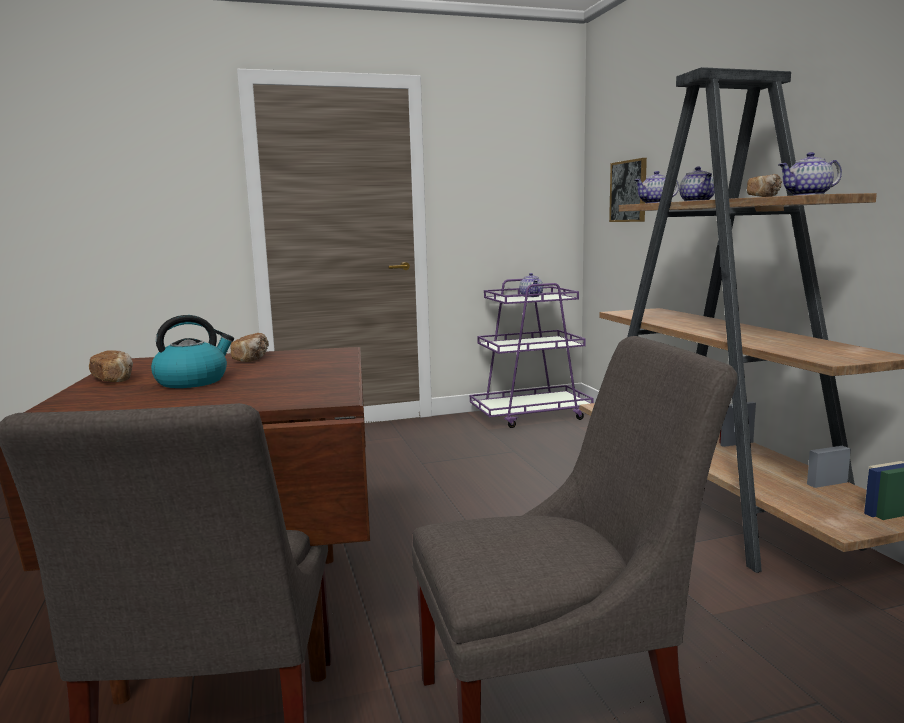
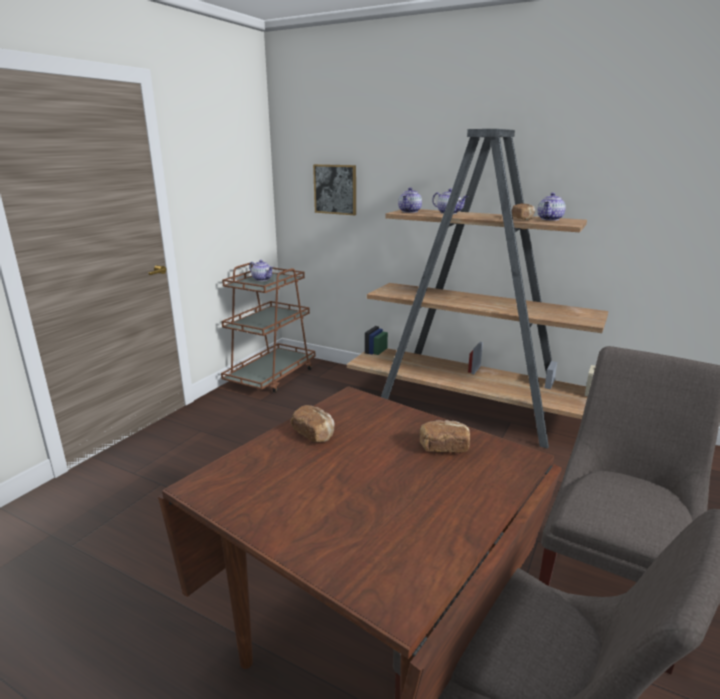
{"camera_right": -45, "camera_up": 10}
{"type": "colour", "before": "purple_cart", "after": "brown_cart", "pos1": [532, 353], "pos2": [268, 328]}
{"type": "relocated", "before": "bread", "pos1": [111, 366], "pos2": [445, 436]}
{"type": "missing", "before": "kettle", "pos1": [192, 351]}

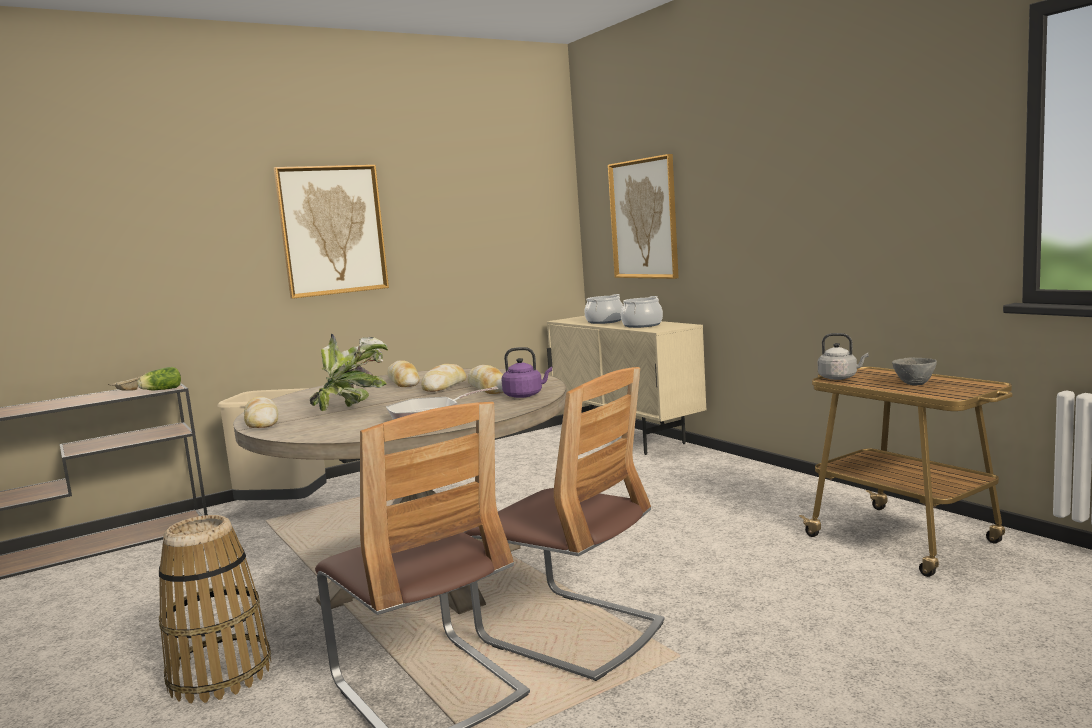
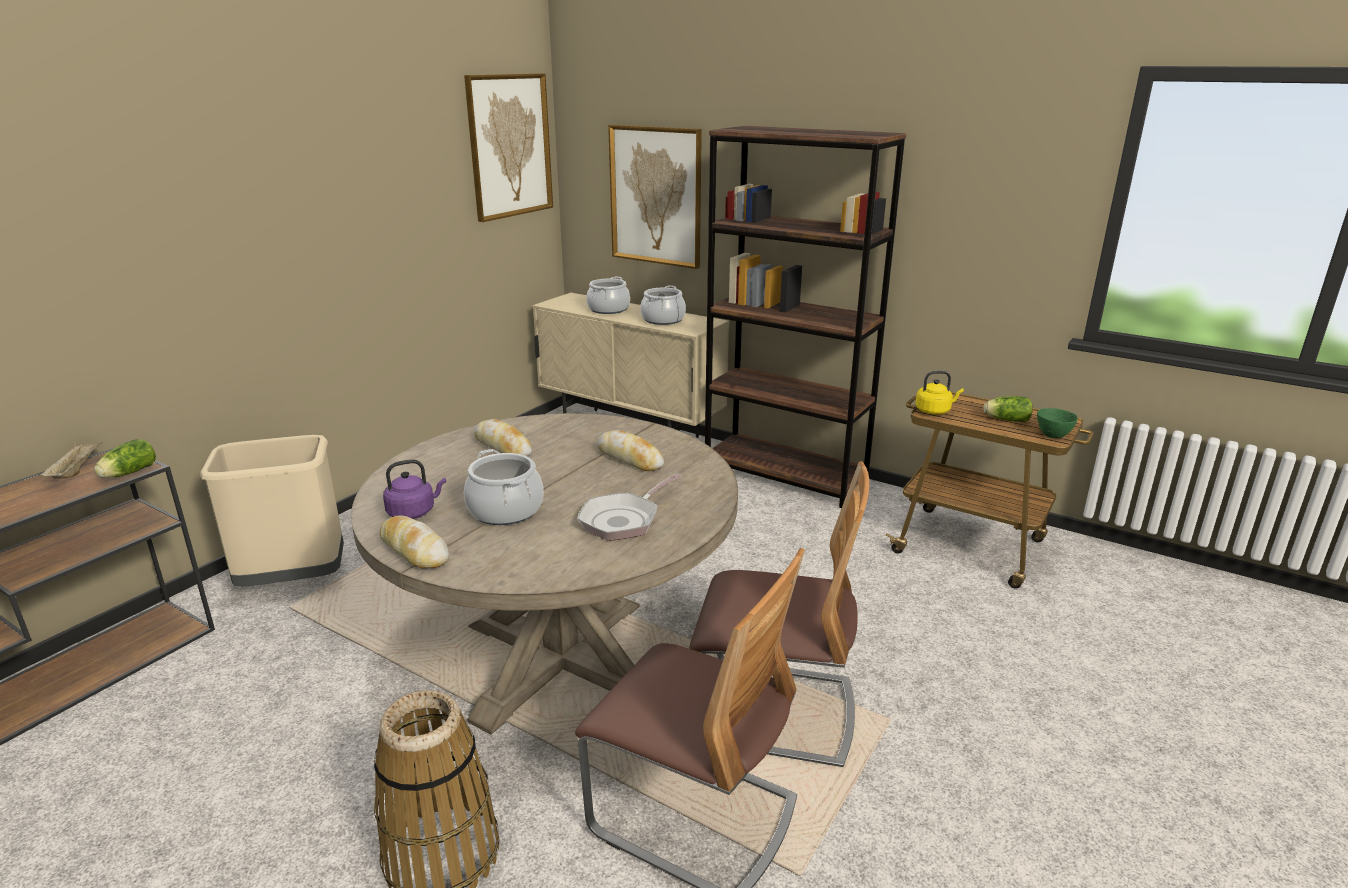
{"camera_right": -25, "camera_up": 15}
{"type": "relocated", "before": "purple_kettle", "pos1": [526, 372], "pos2": [414, 489]}
{"type": "relocated", "before": "picture", "pos1": [331, 232], "pos2": [508, 147]}
{"type": "exchanged", "before": "potted_plant", "after": "cooking_pot", "pos1": [349, 372], "pos2": [504, 487]}
{"type": "appeared", "after": "brown_bookcase", "pos2": [806, 317]}
{"type": "colour", "before": "grey_kettle", "after": "yellow_kettle", "pos1": [843, 356], "pos2": [939, 392]}
{"type": "exchanged", "before": "grey_bowl", "after": "lettuce", "pos1": [914, 371], "pos2": [1008, 409]}
{"type": "appeared", "after": "green_bowl", "pos2": [1057, 423]}
{"type": "missing", "before": "bread", "pos1": [444, 378]}

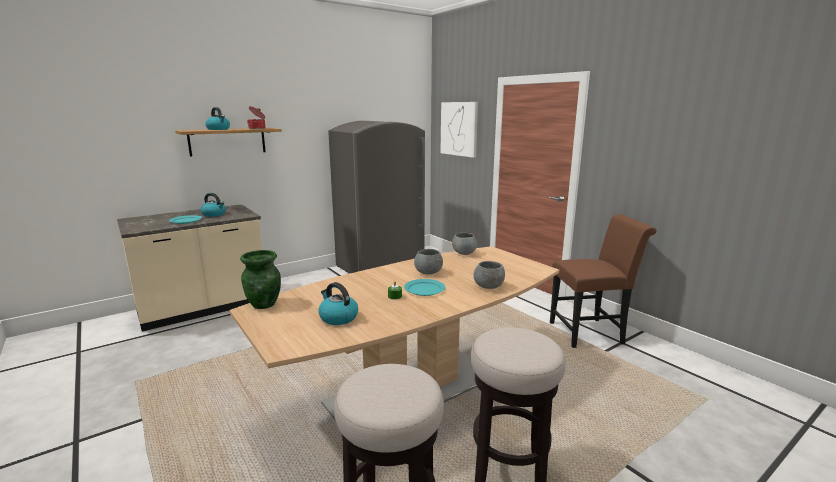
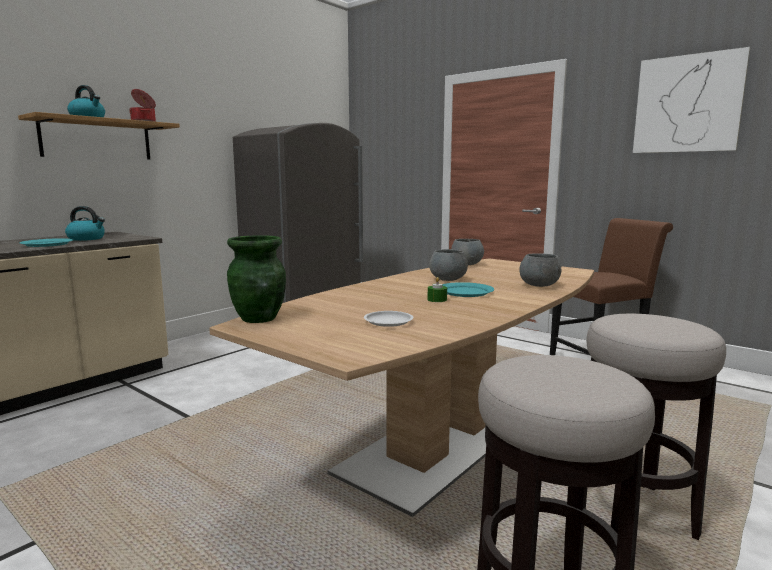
{"camera_right": -15, "camera_up": -5}
{"type": "exchanged", "before": "kettle", "after": "white_plate", "pos1": [338, 303], "pos2": [388, 319]}
{"type": "relocated", "before": "picture", "pos1": [459, 130], "pos2": [691, 100]}

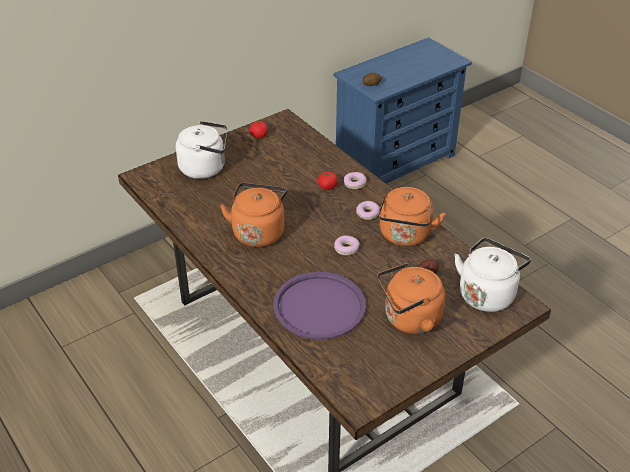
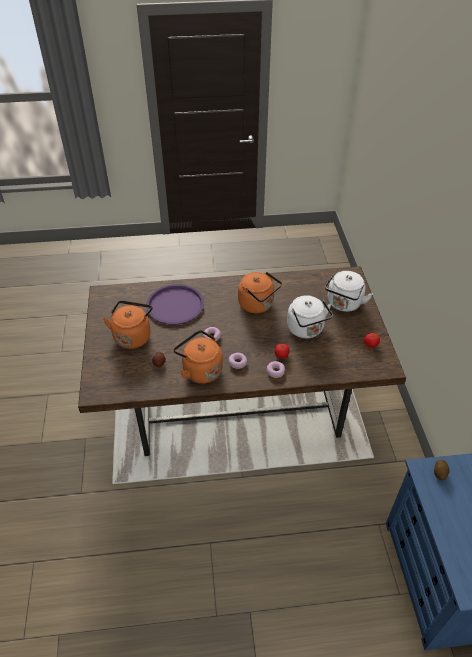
{"camera_right": 120, "camera_up": 5}
{"type": "relocated", "before": "white_kettle", "pos1": [492, 275], "pos2": [310, 316]}

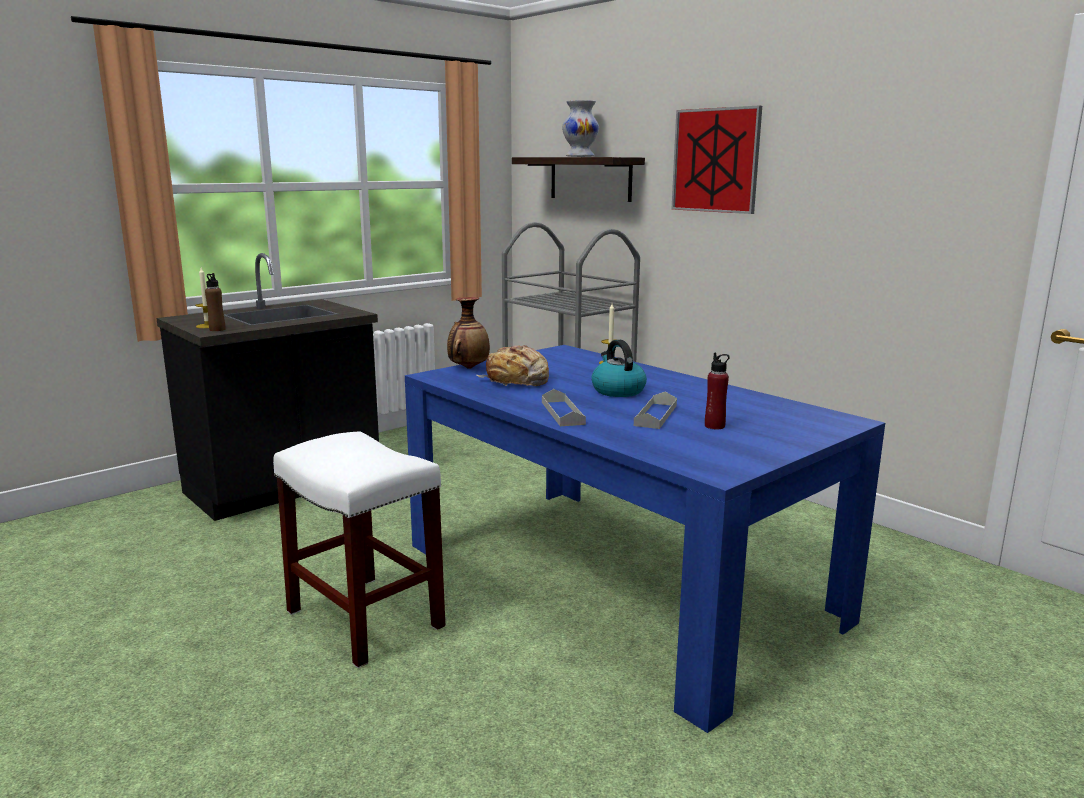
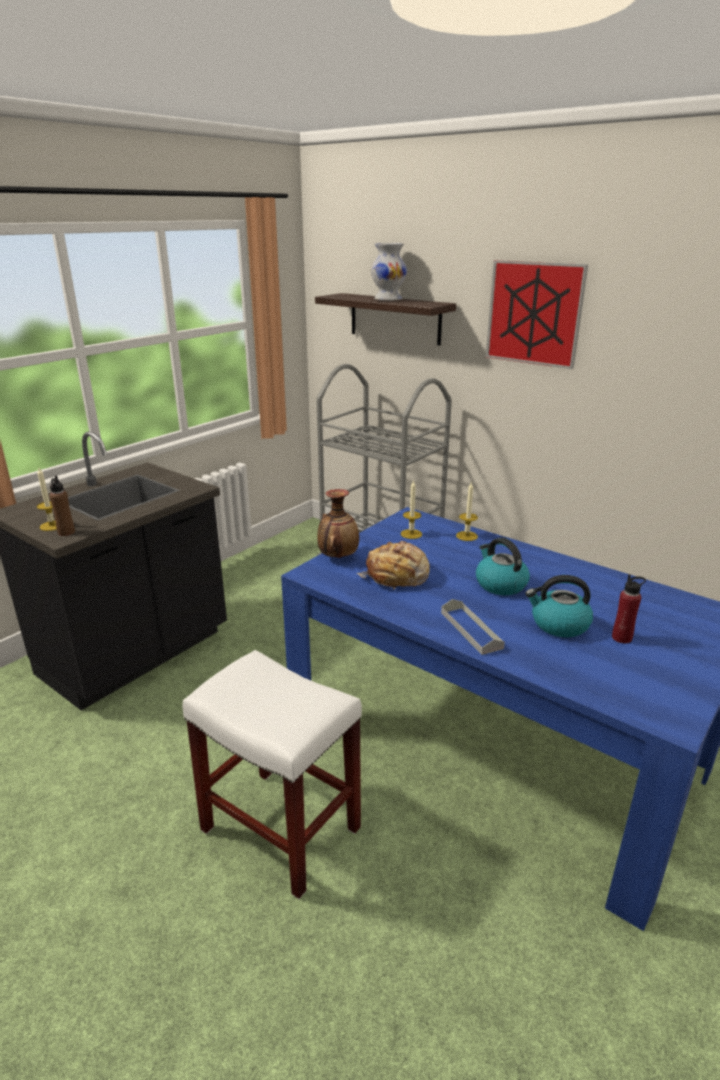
{"camera_right": -10, "camera_up": 10}
{"type": "appeared", "after": "candle", "pos2": [411, 509]}
{"type": "exchanged", "before": "grey_tray", "after": "kettle", "pos1": [655, 410], "pos2": [559, 606]}

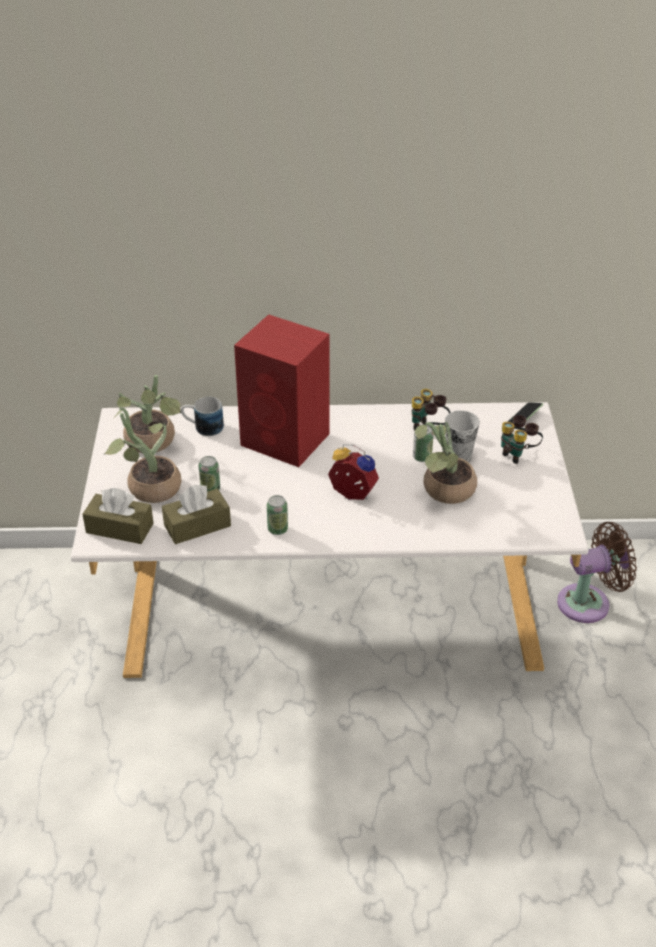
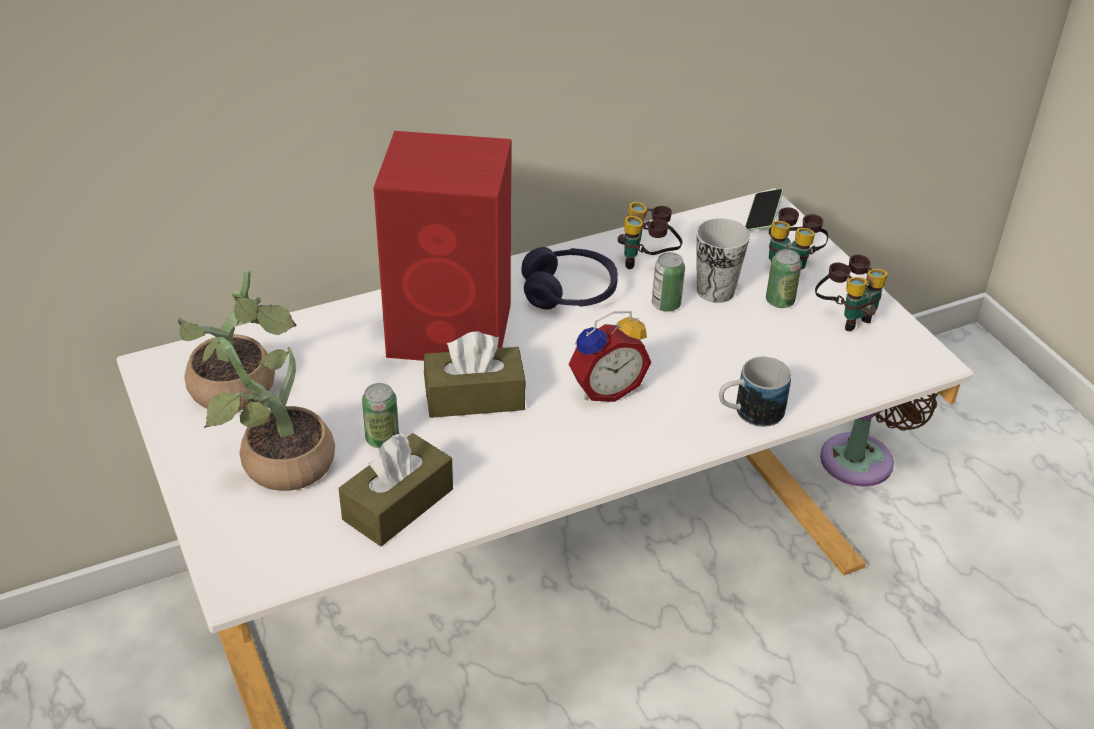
{"camera_right": -25, "camera_up": 0}
{"type": "relocated", "before": "brown_tissue_box", "pos1": [118, 516], "pos2": [475, 374]}
{"type": "appeared", "after": "purple_headphones", "pos2": [569, 278]}
{"type": "spun", "before": "alarm_clock", "pos1": [353, 472], "pos2": [610, 356], "turn": 150}
{"type": "relocated", "before": "mug", "pos1": [202, 416], "pos2": [755, 392]}
{"type": "relocated", "before": "can", "pos1": [277, 515], "pos2": [784, 278]}
{"type": "appeared", "after": "binoculars", "pos2": [851, 293]}
{"type": "missing", "before": "potted_plant", "pos1": [446, 463]}

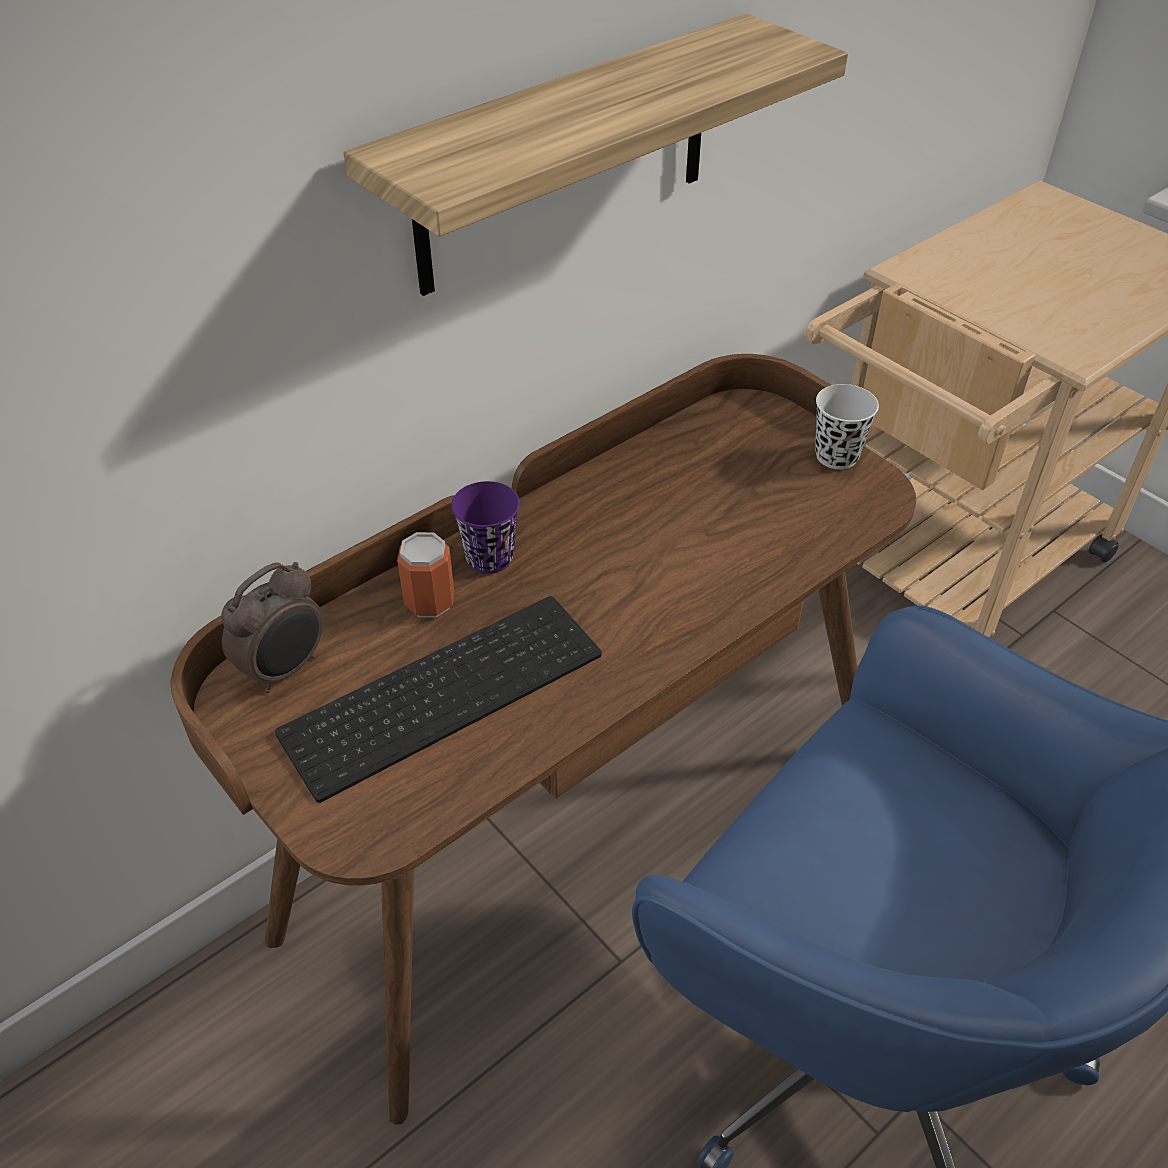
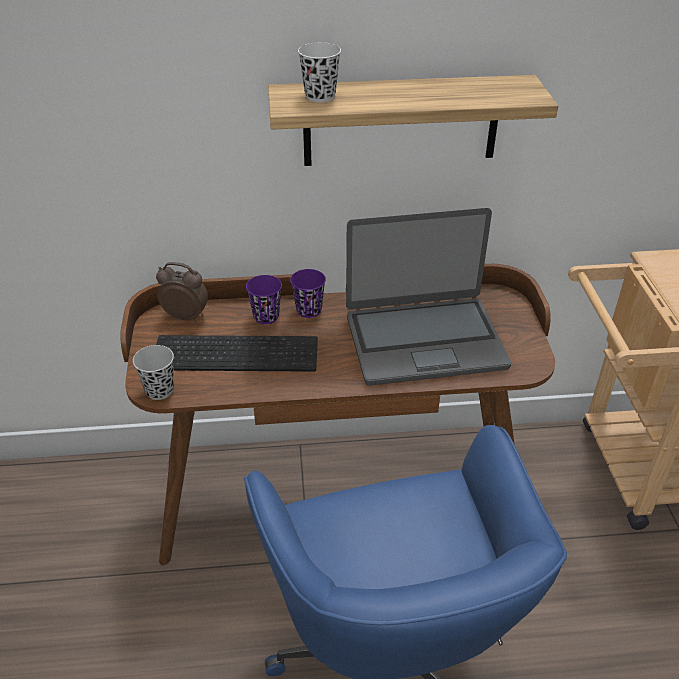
{"camera_right": 35, "camera_up": -5}
{"type": "appeared", "after": "black_cup", "pos2": [153, 372]}
{"type": "spun", "before": "alarm_clock", "pos1": [272, 627], "pos2": [182, 292], "turn": -150}
{"type": "exchanged", "before": "can", "after": "purple_cup", "pos1": [425, 575], "pos2": [264, 299]}
{"type": "relocated", "before": "white_cup", "pos1": [847, 426], "pos2": [319, 72]}
{"type": "appeared", "after": "laptop", "pos2": [428, 296]}

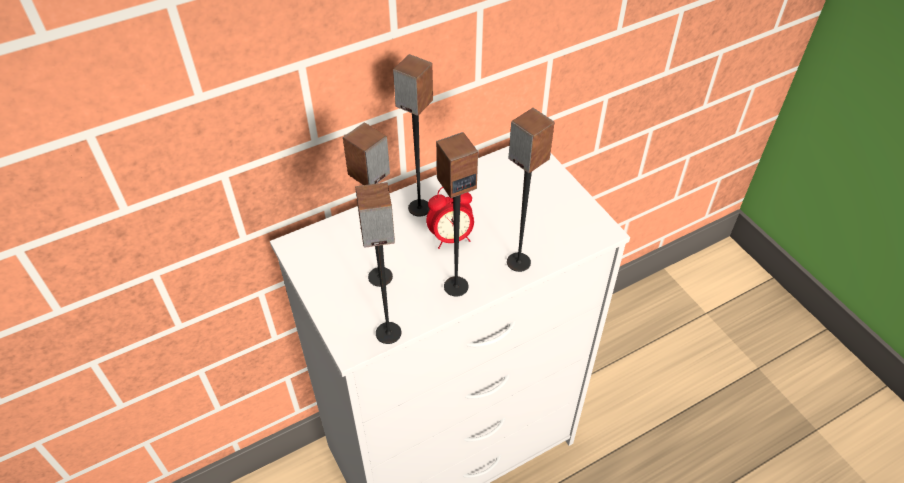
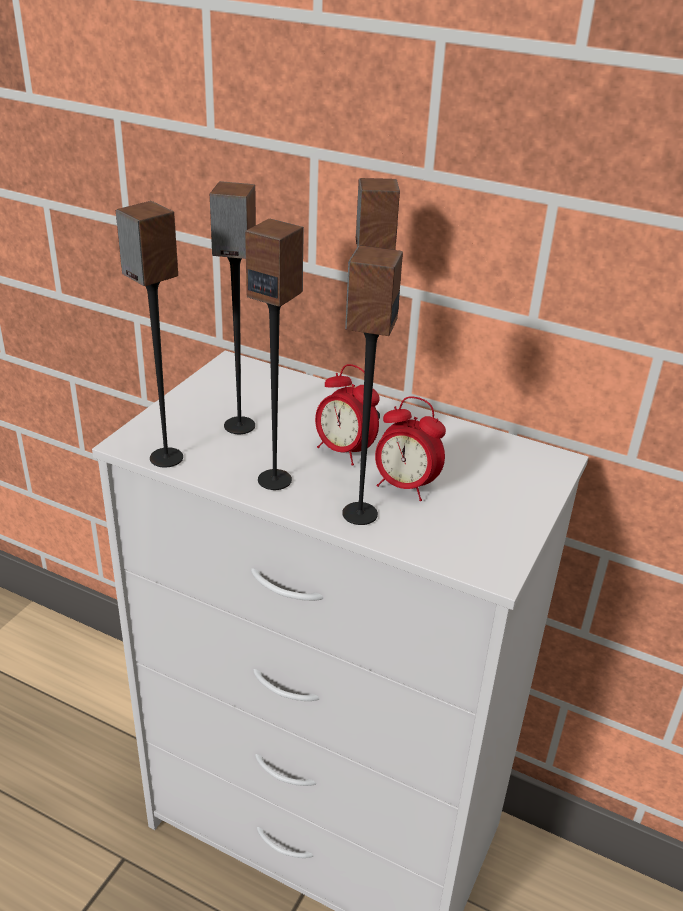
{"camera_right": 55, "camera_up": -15}
{"type": "appeared", "after": "alarm_clock", "pos2": [410, 448]}

